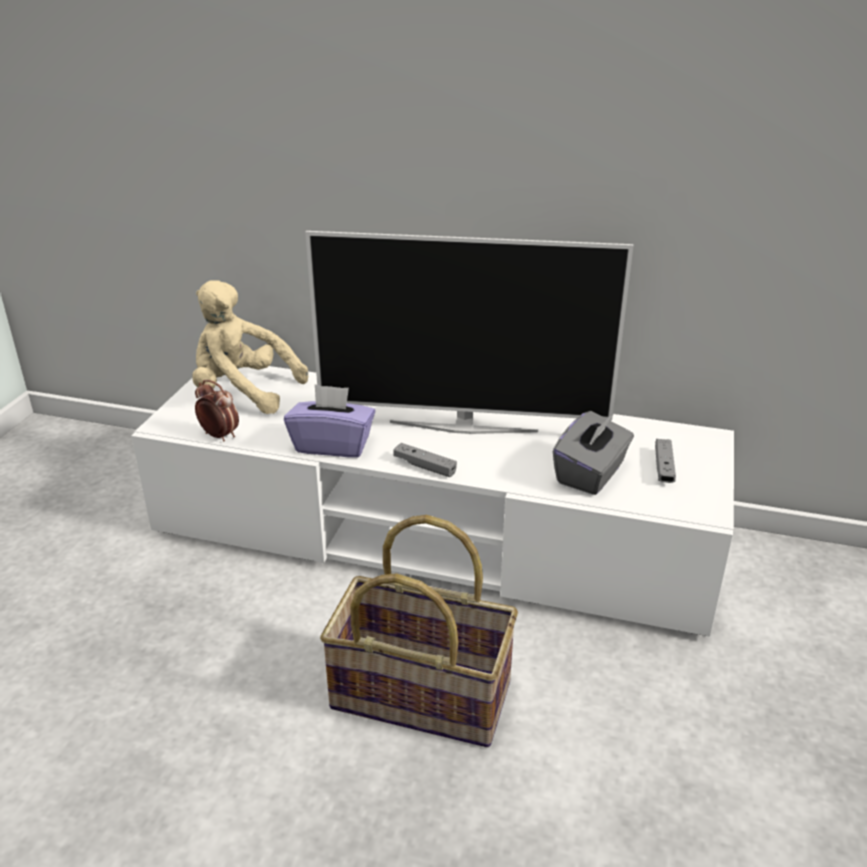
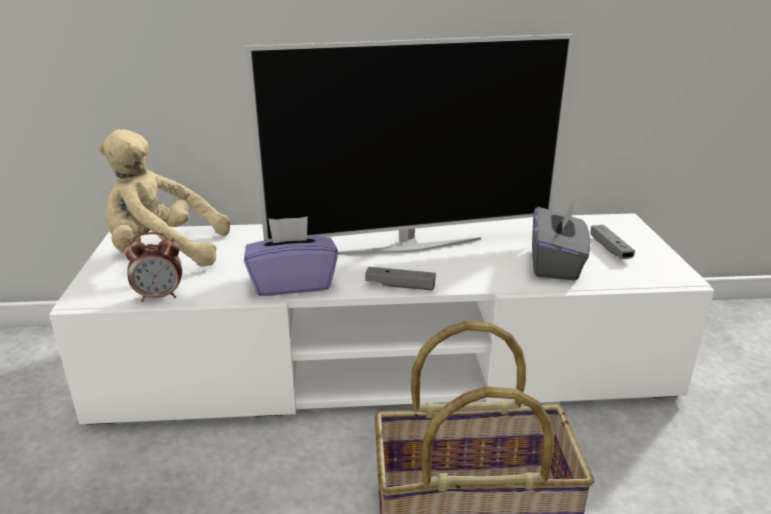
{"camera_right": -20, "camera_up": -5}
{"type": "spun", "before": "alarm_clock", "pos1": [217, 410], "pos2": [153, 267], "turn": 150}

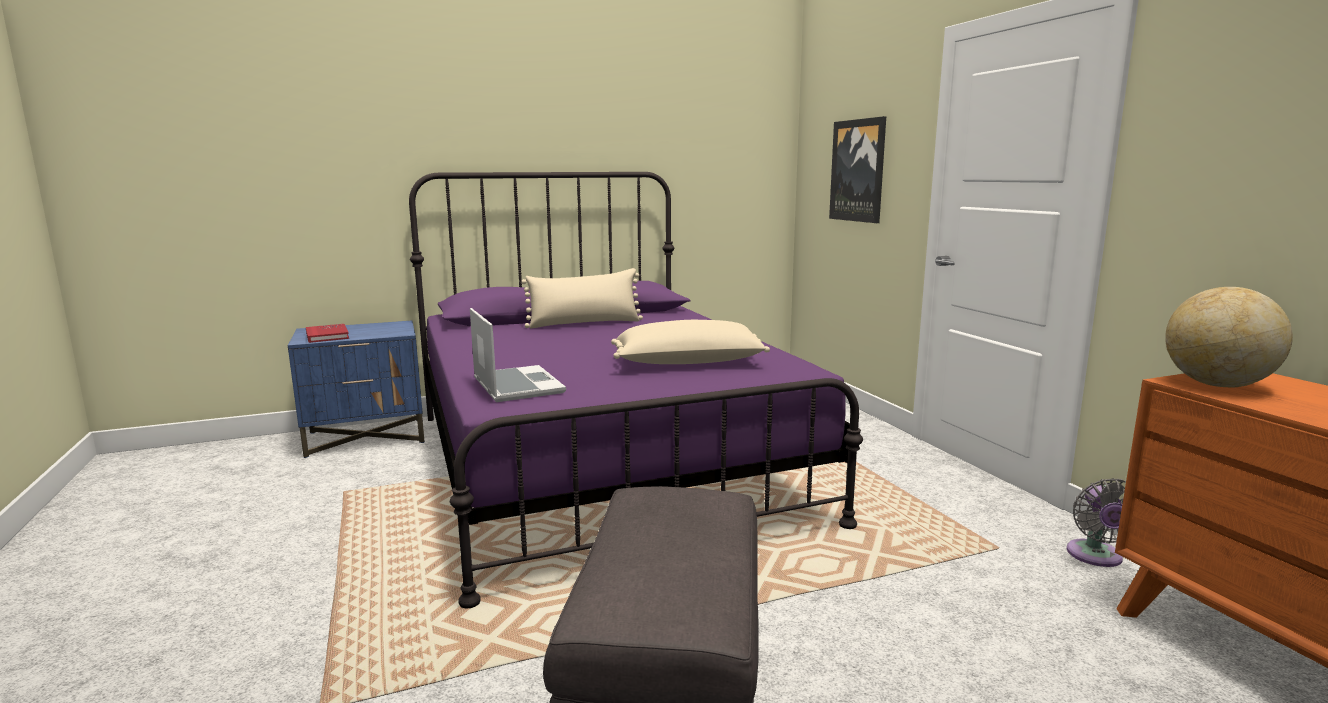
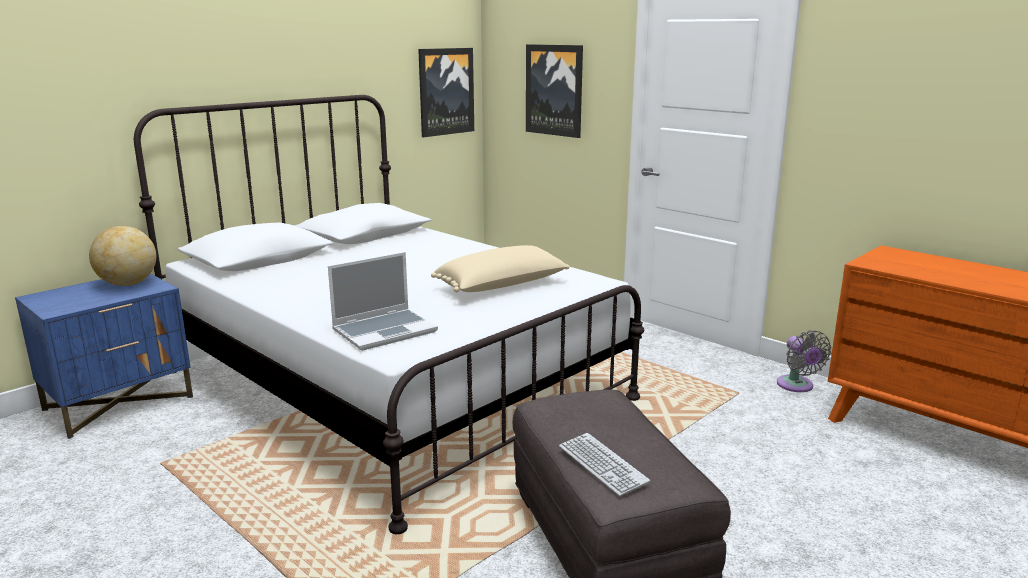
{"camera_right": -25, "camera_up": 5}
{"type": "relocated", "before": "globe", "pos1": [1229, 337], "pos2": [122, 256]}
{"type": "colour", "before": "purple_bed", "after": "white_bed", "pos1": [636, 390], "pos2": [389, 314]}
{"type": "spun", "before": "laptop", "pos1": [518, 355], "pos2": [383, 301], "turn": 105}
{"type": "appeared", "after": "picture", "pos2": [446, 92]}
{"type": "appeared", "after": "keyboard", "pos2": [604, 464]}
{"type": "missing", "before": "red_book", "pos1": [327, 333]}
{"type": "missing", "before": "beige_pillow", "pos1": [582, 298]}

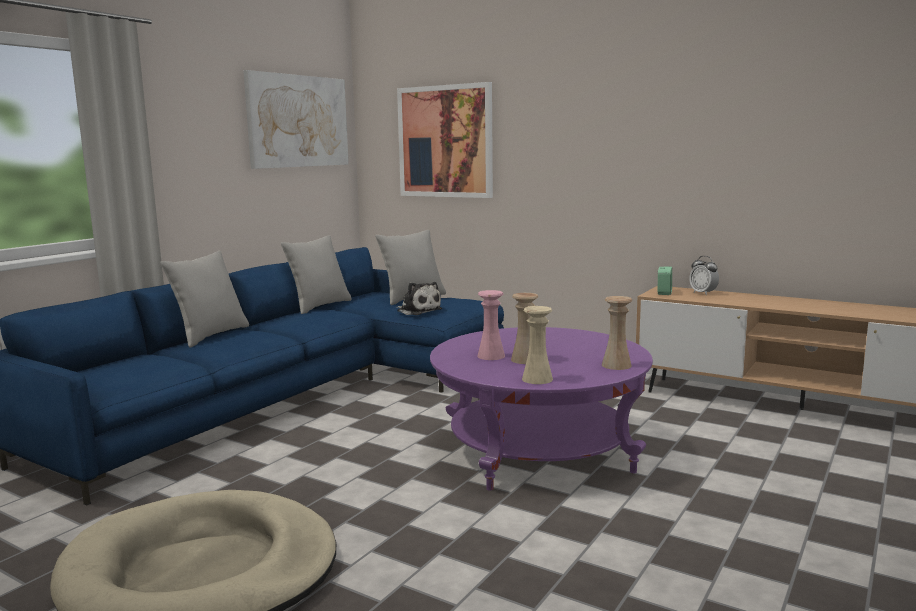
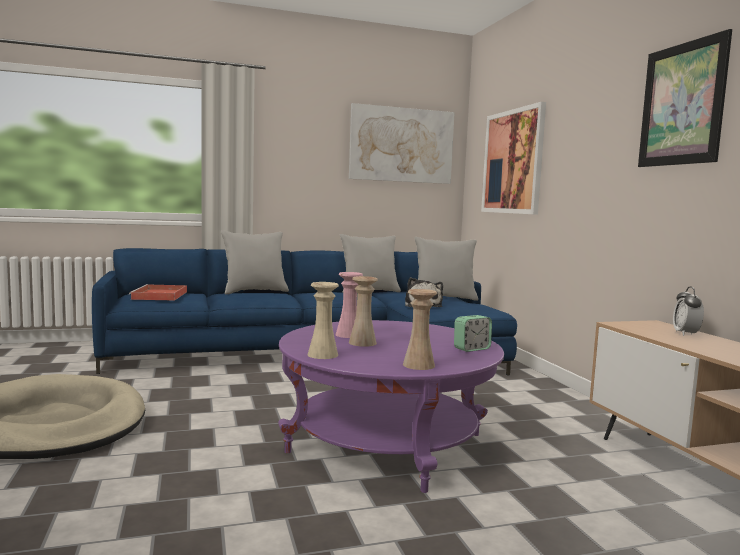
{"camera_right": 40, "camera_up": -5}
{"type": "appeared", "after": "red_tray", "pos2": [158, 292]}
{"type": "relocated", "before": "alarm_clock", "pos1": [665, 281], "pos2": [473, 333]}
{"type": "appeared", "after": "picture", "pos2": [685, 98]}

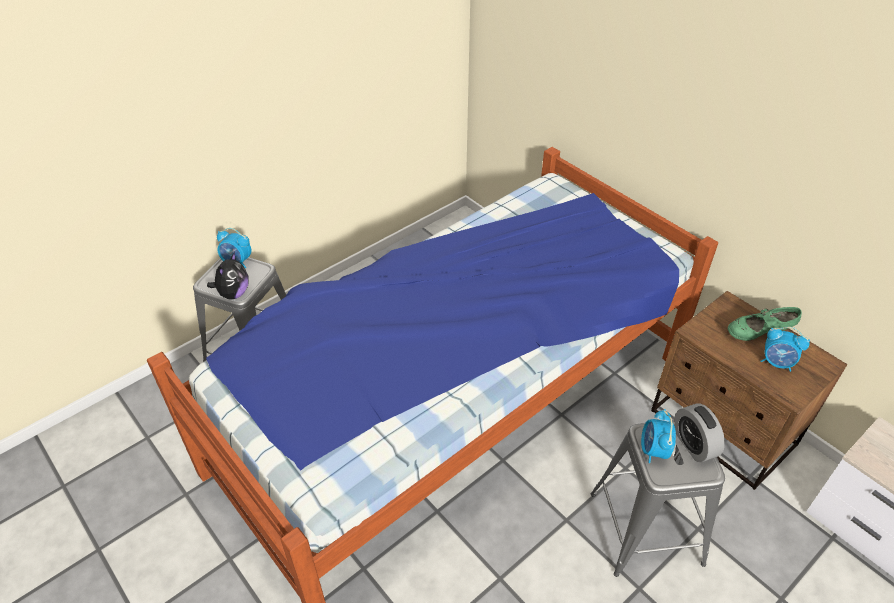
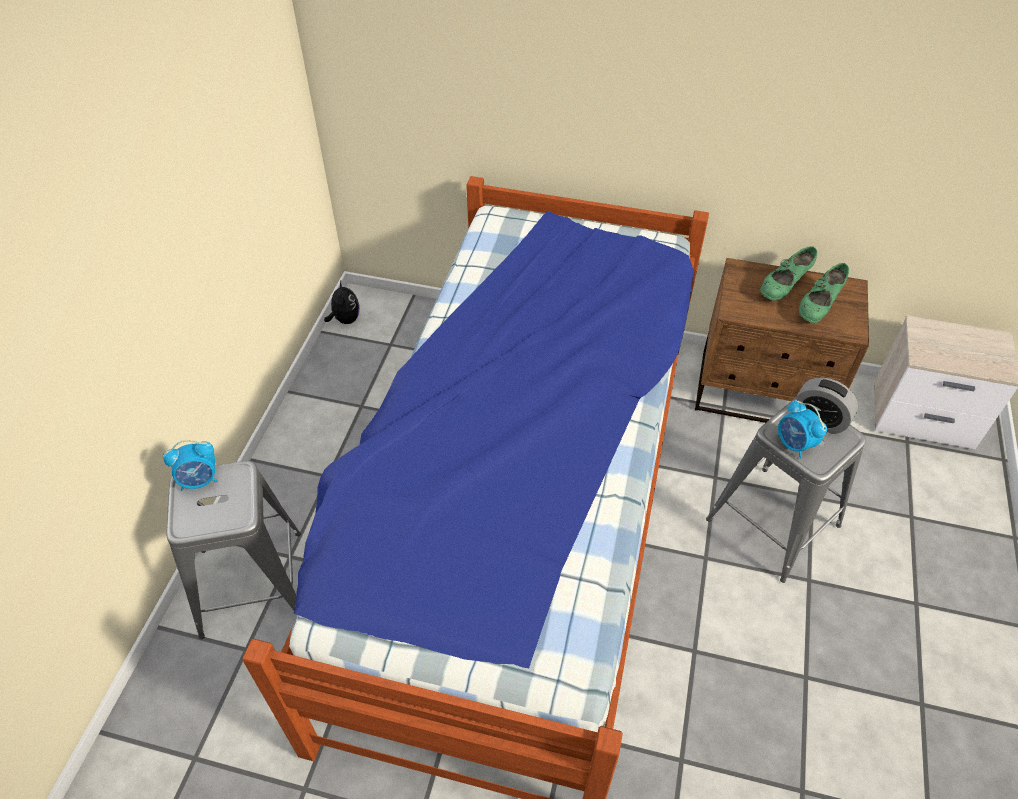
{"camera_right": -35, "camera_up": 5}
{"type": "relocated", "before": "plush_toy", "pos1": [228, 276], "pos2": [342, 302]}
{"type": "exchanged", "before": "alarm_clock", "after": "green_shoe", "pos1": [785, 349], "pos2": [824, 293]}

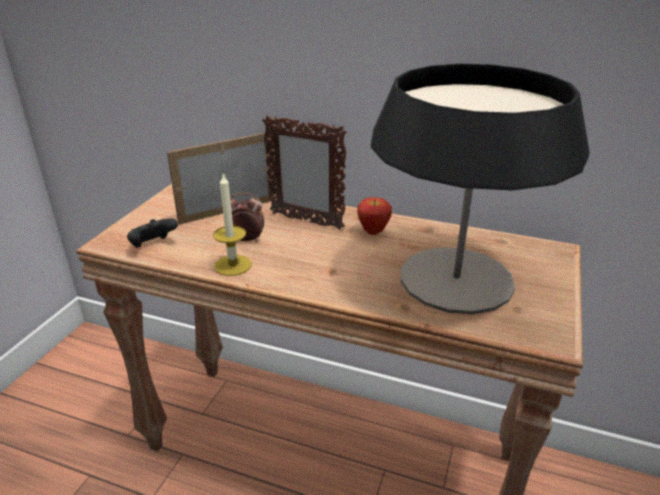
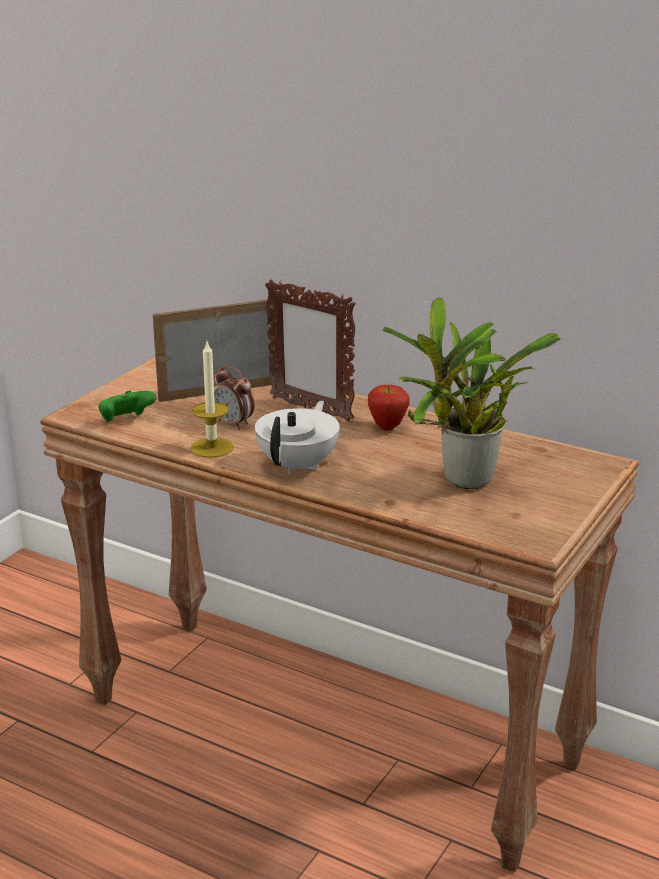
{"camera_right": 10, "camera_up": -5}
{"type": "colour", "before": "black_game_controller", "after": "green_game_controller", "pos1": [152, 232], "pos2": [127, 406]}
{"type": "spun", "before": "alarm_clock", "pos1": [247, 217], "pos2": [234, 398], "turn": -150}
{"type": "appeared", "after": "white_teapot", "pos2": [297, 438]}
{"type": "exchanged", "before": "table_lamp", "after": "potted_plant", "pos1": [480, 189], "pos2": [472, 393]}

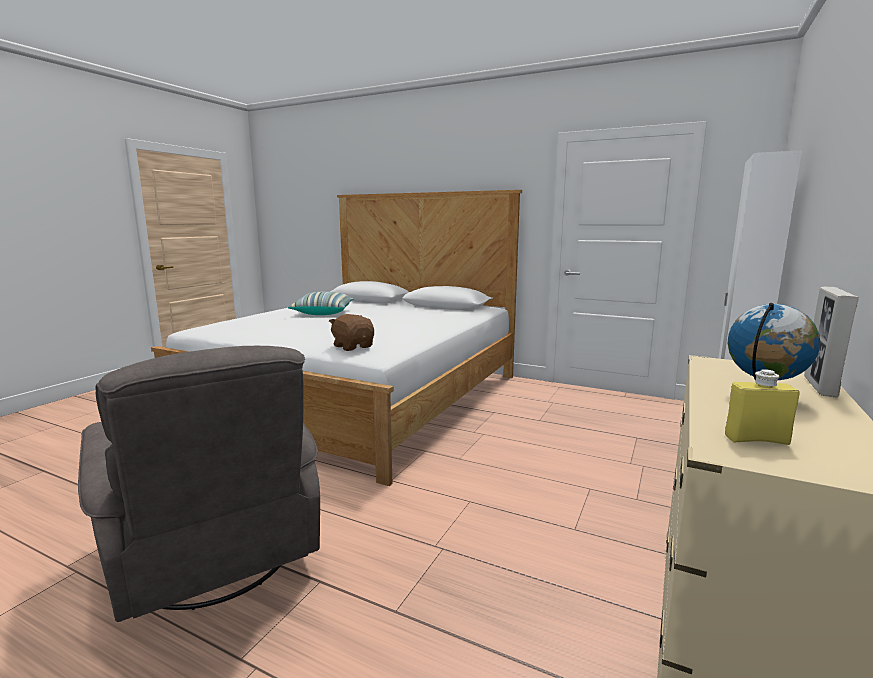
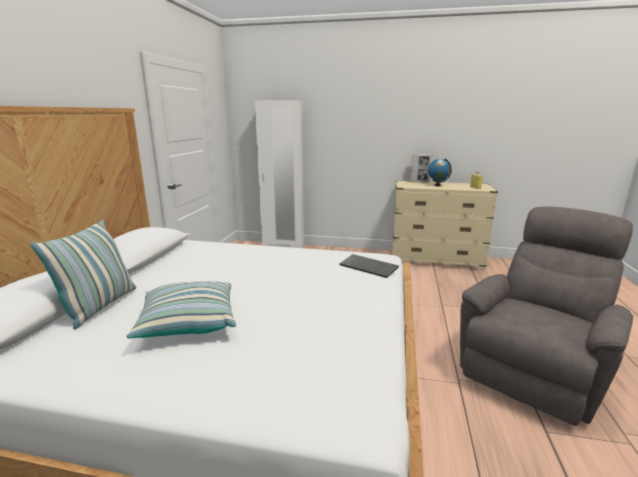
{"camera_right": -105, "camera_up": 5}
{"type": "appeared", "after": "pillow", "pos2": [83, 274]}
{"type": "exchanged", "before": "brown_plush_toy", "after": "keyboard", "pos1": [351, 332], "pos2": [369, 266]}

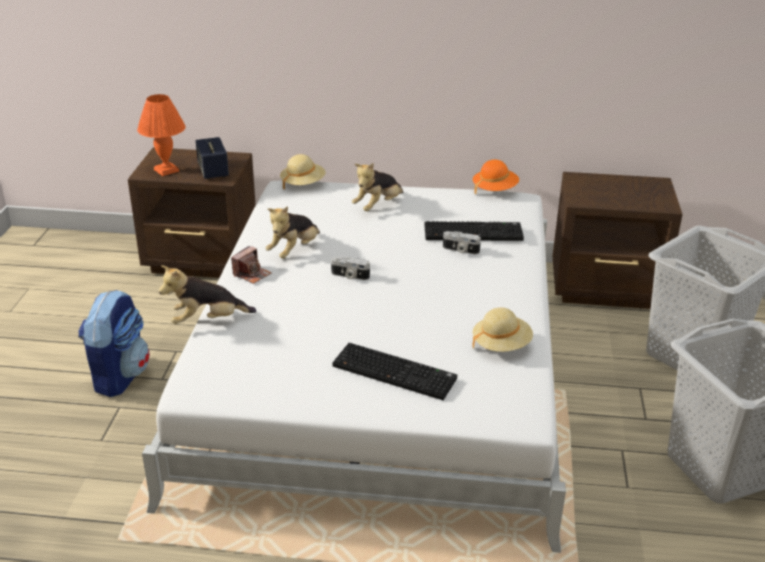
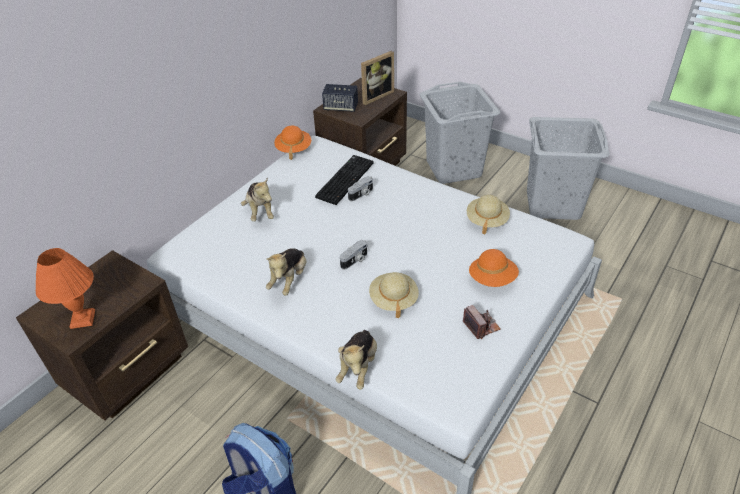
{"camera_right": -60, "camera_up": 10}
{"type": "spun", "before": "plush_toy", "pos1": [292, 232], "pos2": [286, 271], "turn": 45}
{"type": "relocated", "before": "speaker", "pos1": [212, 158], "pos2": [340, 98]}
{"type": "appeared", "after": "picture_frame", "pos2": [377, 78]}
{"type": "relocated", "before": "beige_hat", "pos1": [303, 171], "pos2": [394, 295]}
{"type": "relocated", "before": "photo_camera", "pos1": [251, 265], "pos2": [482, 322]}
{"type": "exchanged", "before": "keyboard", "after": "orange_hat", "pos1": [394, 371], "pos2": [494, 268]}

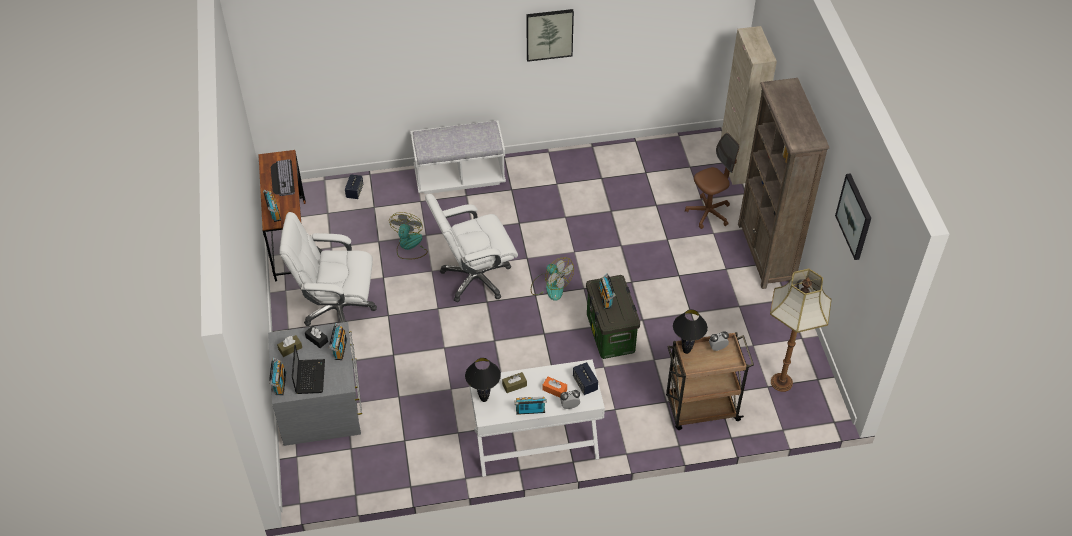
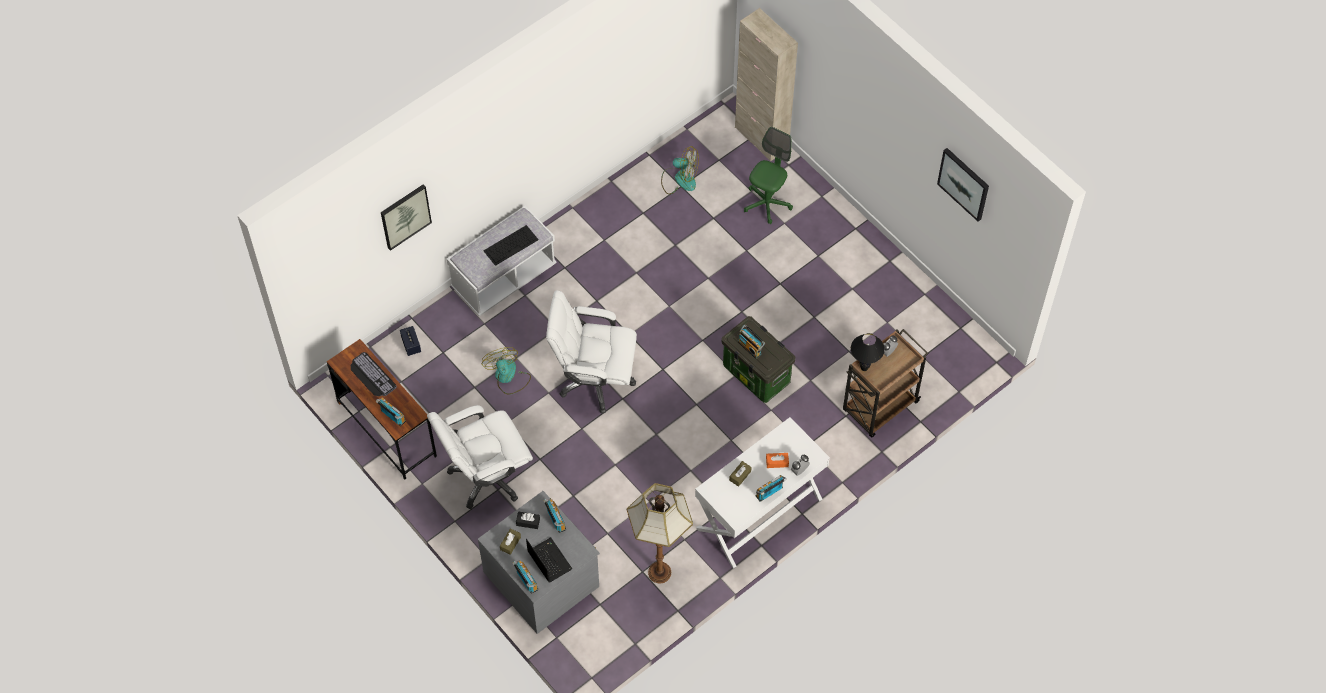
{"camera_right": -30, "camera_up": 10}
{"type": "relocated", "before": "picture", "pos1": [550, 35], "pos2": [406, 217]}
{"type": "appeared", "after": "keyboard", "pos2": [511, 245]}
{"type": "spun", "before": "white_office_chair", "pos1": [471, 248], "pos2": [591, 352], "turn": 60}
{"type": "relocated", "before": "floor_lamp", "pos1": [801, 330], "pos2": [660, 533]}
{"type": "relocated", "before": "fan", "pos1": [552, 279], "pos2": [680, 170]}
{"type": "colour", "before": "brown_office_chair", "after": "green_office_chair", "pos1": [712, 181], "pos2": [768, 175]}
{"type": "missing", "before": "black_table_lamp", "pos1": [483, 380]}
{"type": "missing", "before": "speaker", "pos1": [585, 378]}
{"type": "missing", "before": "brown_bookcase", "pos1": [783, 183]}

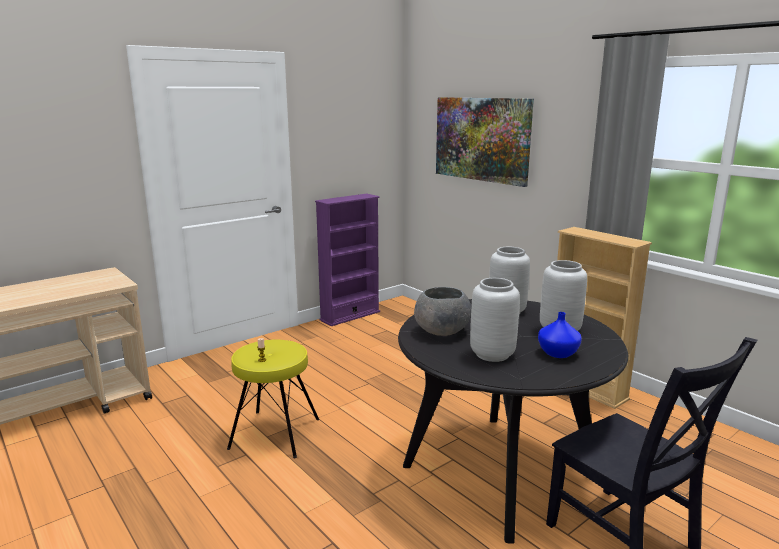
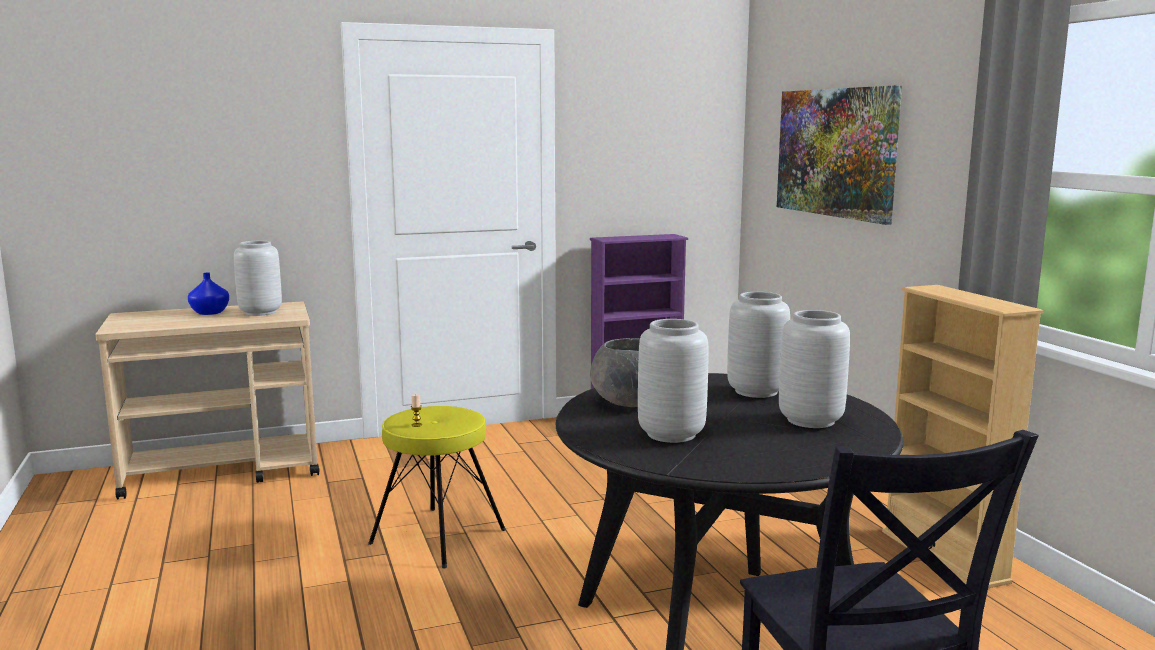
{"camera_right": 20, "camera_up": -5}
{"type": "relocated", "before": "blue_vase", "pos1": [560, 335], "pos2": [208, 294]}
{"type": "appeared", "after": "grey_vase", "pos2": [258, 278]}

